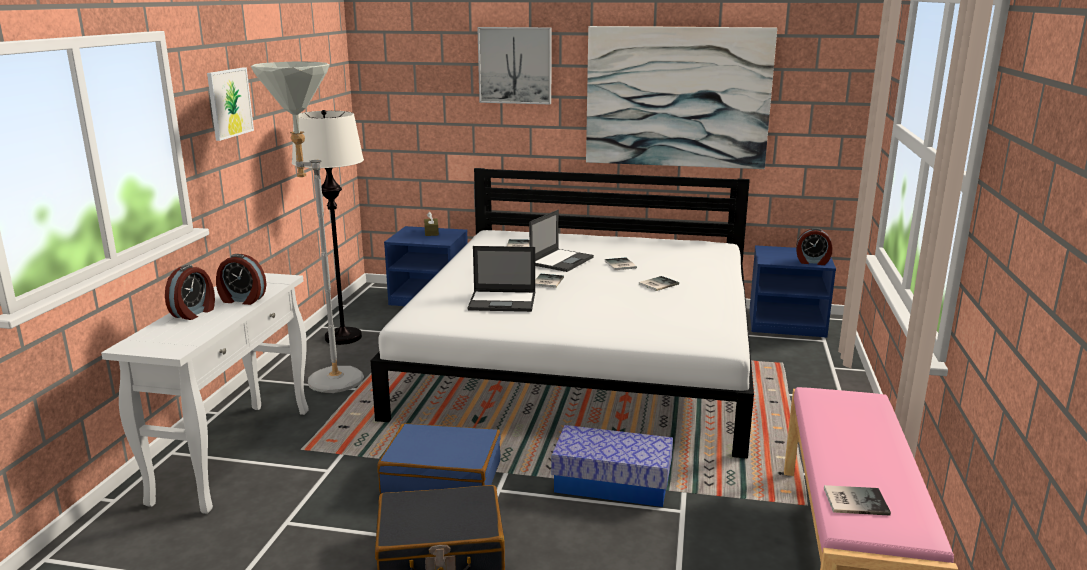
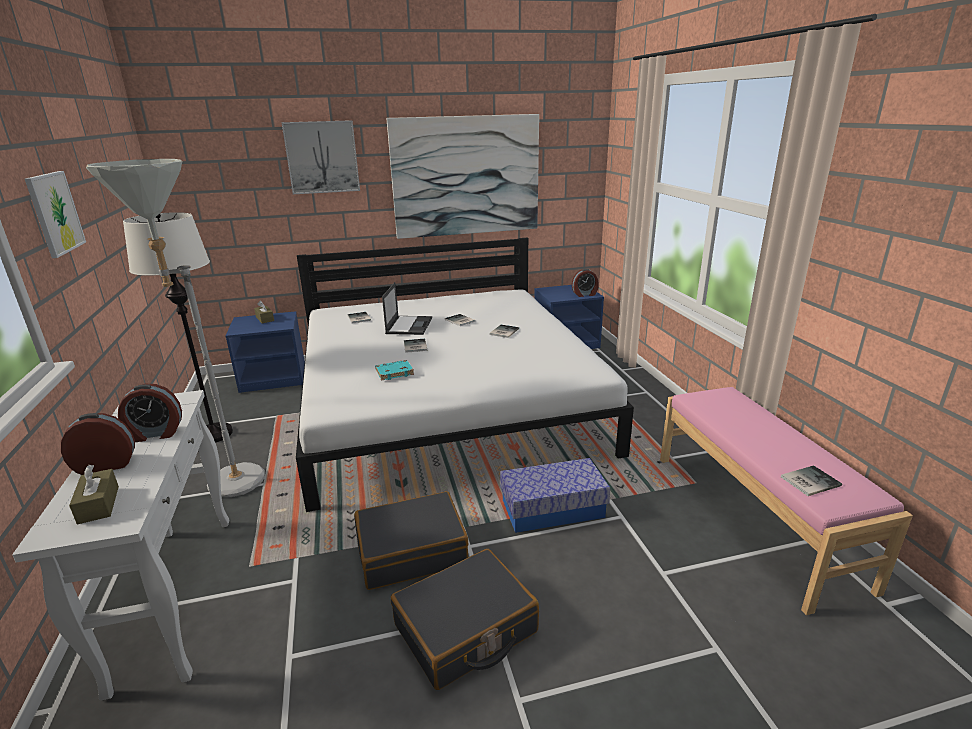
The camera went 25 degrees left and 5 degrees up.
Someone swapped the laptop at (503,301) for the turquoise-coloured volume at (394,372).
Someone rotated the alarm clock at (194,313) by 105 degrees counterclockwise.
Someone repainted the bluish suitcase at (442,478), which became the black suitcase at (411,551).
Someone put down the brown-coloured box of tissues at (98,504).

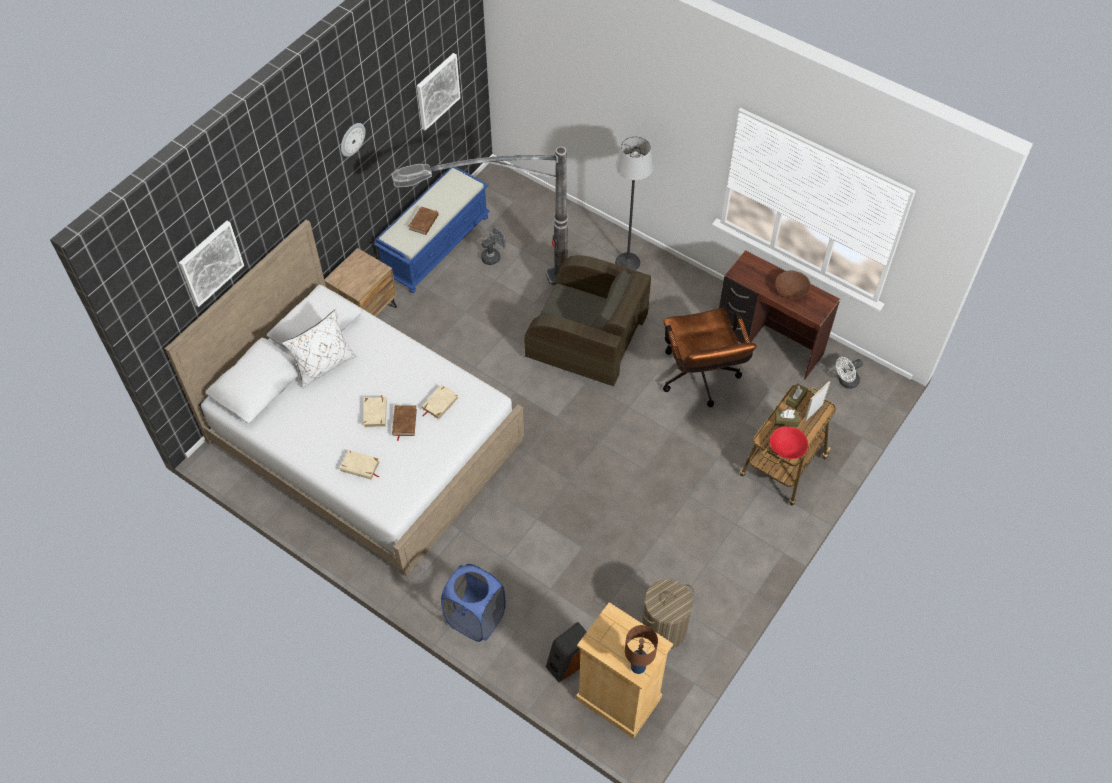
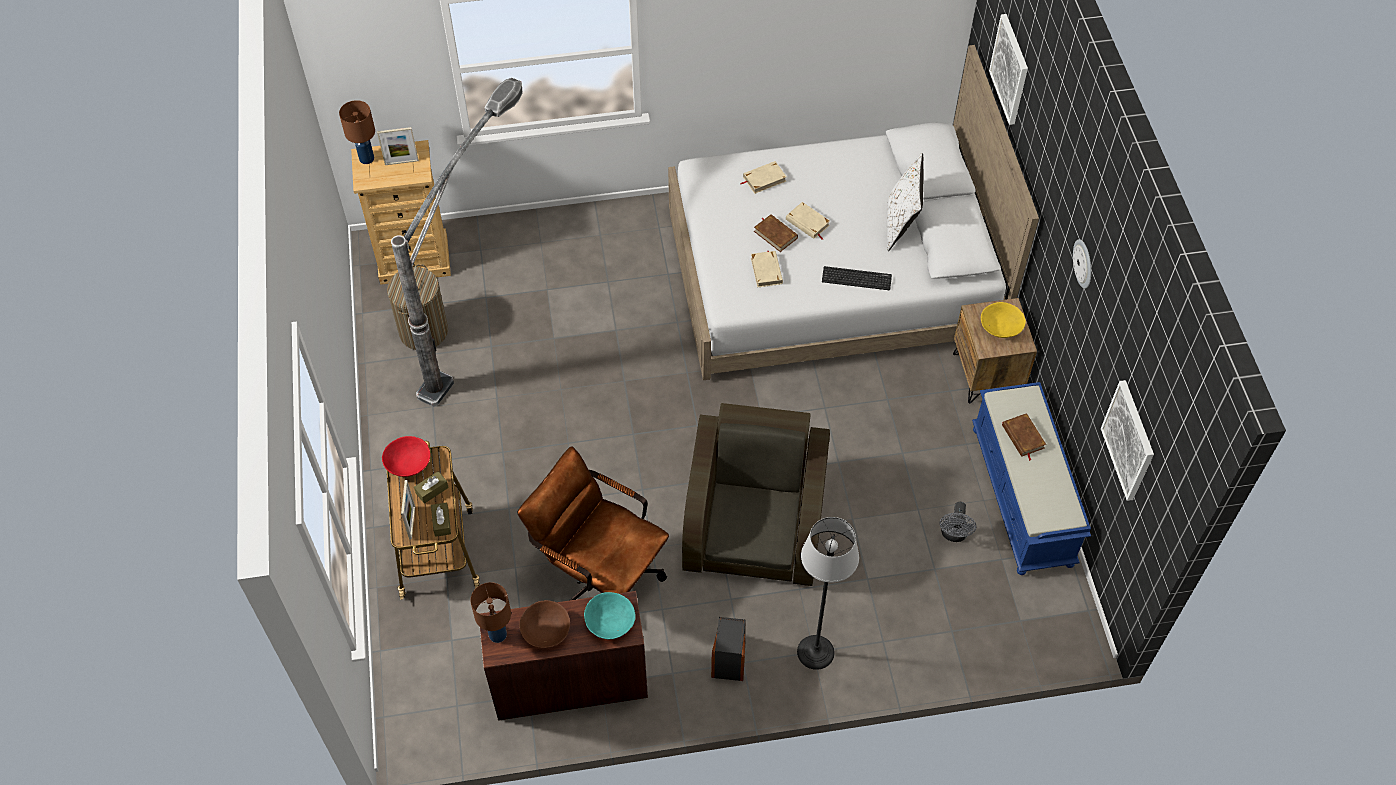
The camera went 135 degrees right and 0 degrees up.
Someone carried the standing lamp from (494,292) to (483,324).
Someone rotated the brown-coloured armchair at (587,340) by 120 degrees clockwise.
Someone took away the whitish electric fan at (845,382).
Someone took away the bluish hamper at (475,618).
Someone carried the loudspeaker from (568,662) to (729,657).
Someone put down the picture frame at (401,162).
Someone put down the computer keyboard at (856,278).
Someone put down the yellow bowl at (1000,328).
Someone put down the brown-coloured lamp for a table at (497,634).
Someone put down the turquoise-coloured bowl at (610,622).

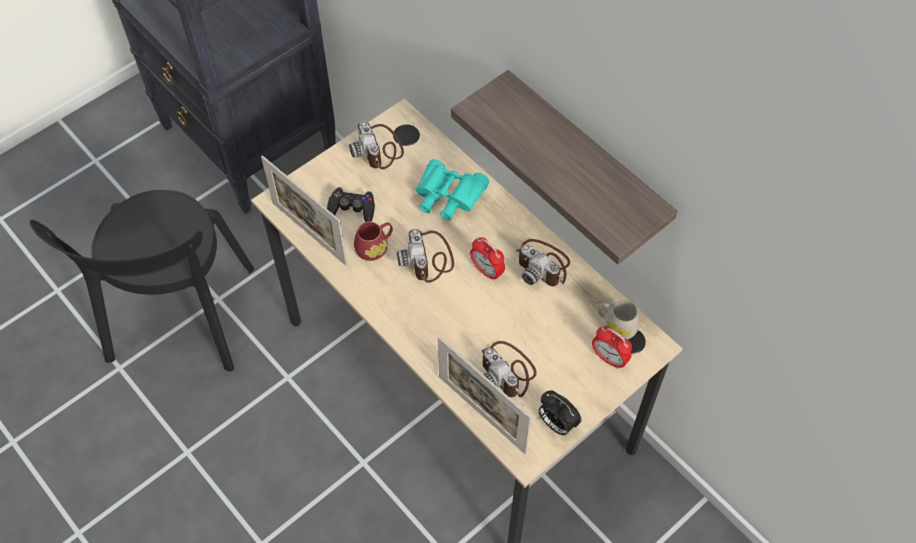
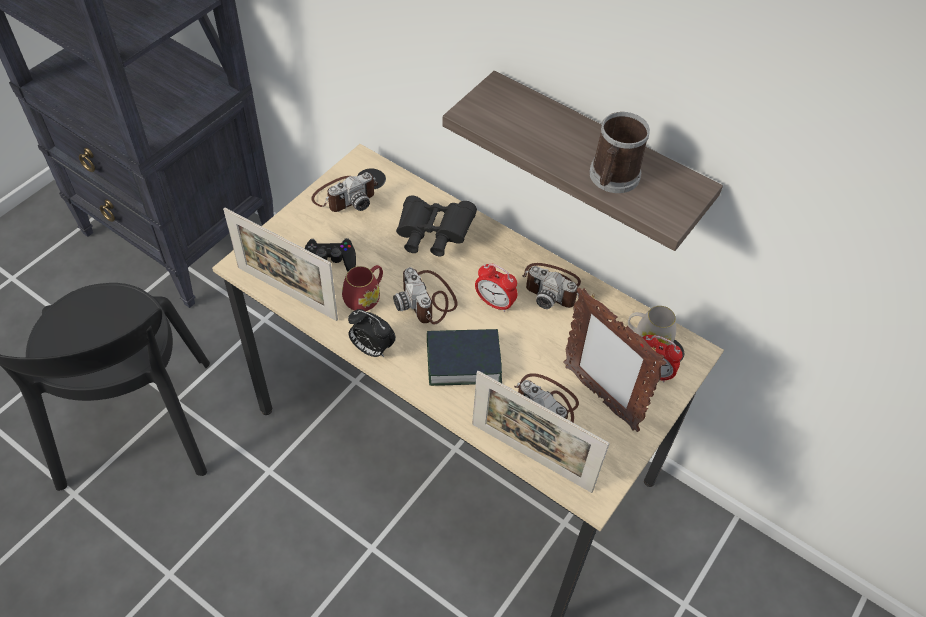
The camera went 15 degrees left and 5 degrees down.
Someone rotated the photo camera at (379,149) by 90 degrees counterclockwise.
Someone repainted the turquoise-coloured pair of binoculars at (448,198), which became the black pair of binoculars at (432,235).
Someone carried the alarm clock from (556,423) to (371,349).
Someone put down the tea mug at (612,178).
Someone put down the picture frame at (599,397).
Someone put down the volume at (463,361).

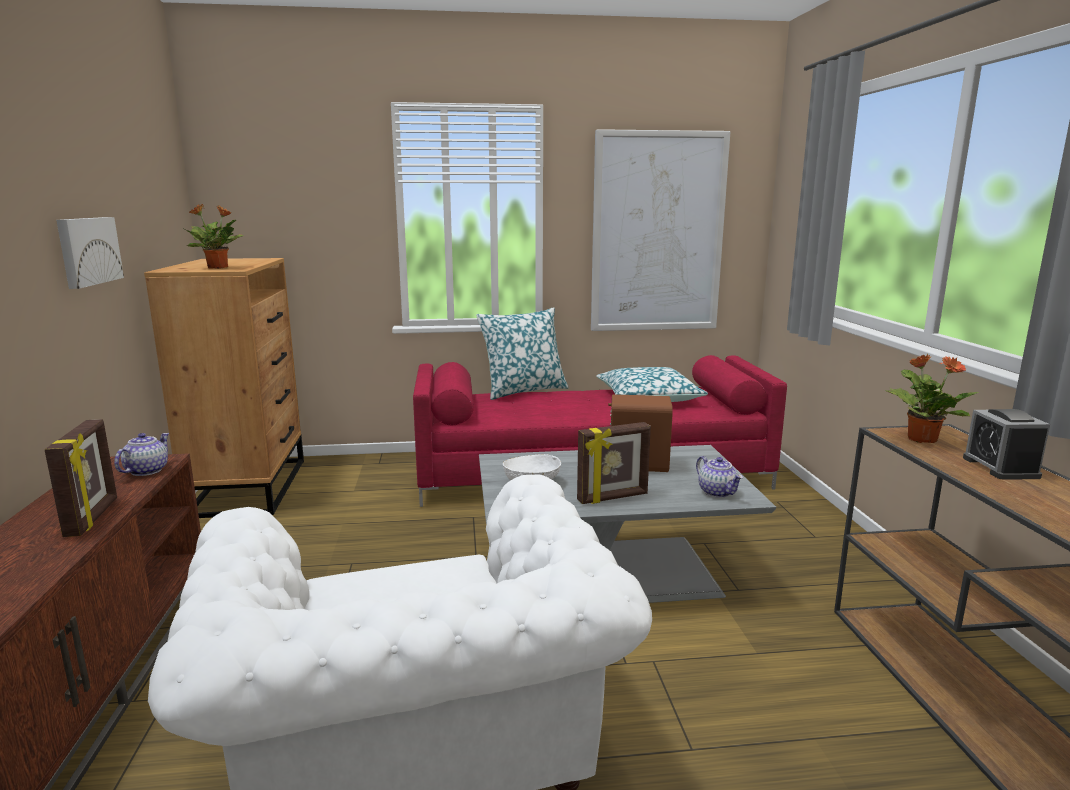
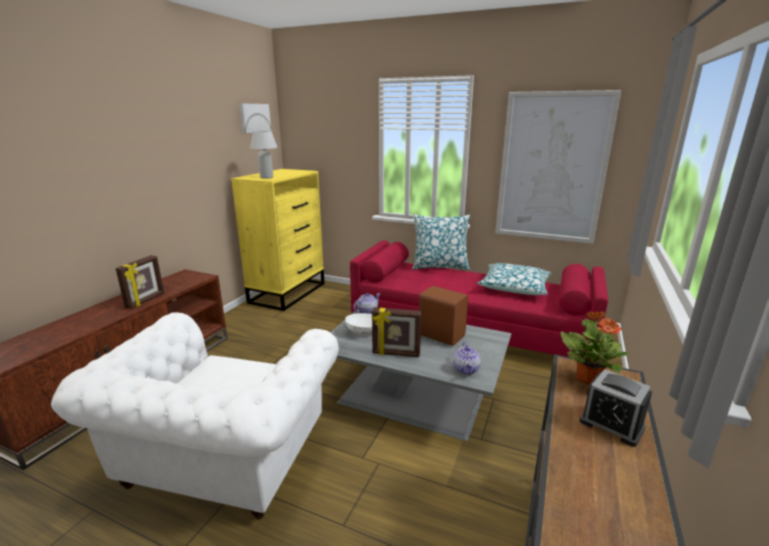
The camera went 30 degrees right and 5 degrees up.
Someone swapped the plant in a pot at (218,268) for the whitish lamp for a table at (266,177).
Someone carried the wall picture from (87,251) to (254,118).
Someone repainted the brown-coloured chest of drawers at (250,486), which became the yellow chest of drawers at (288,293).
Someone rotated the alarm clock at (1000,467) by 75 degrees counterclockwise.
Someone carried the pot for tea from (146,470) to (367,312).

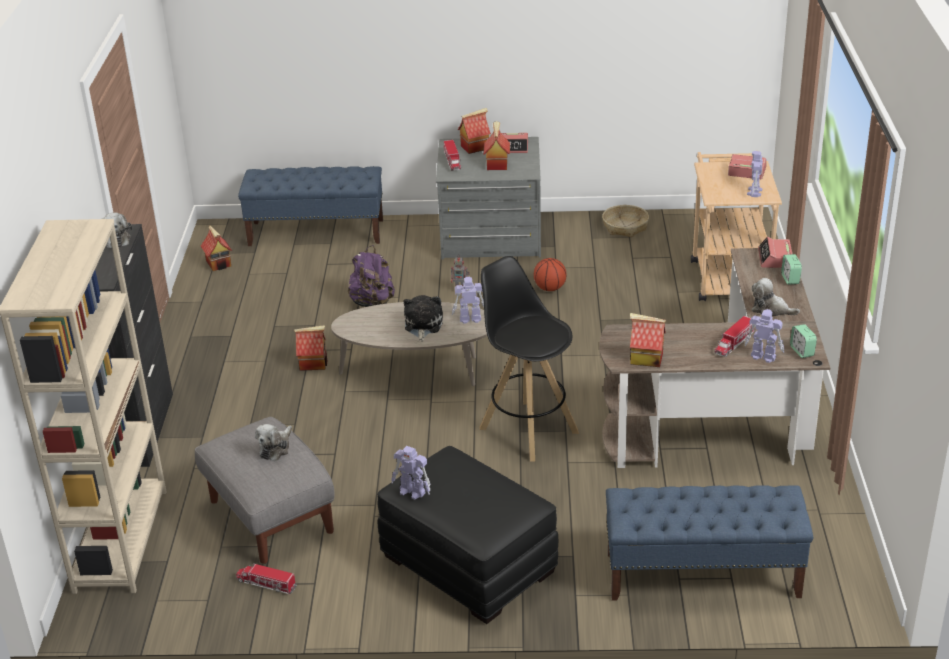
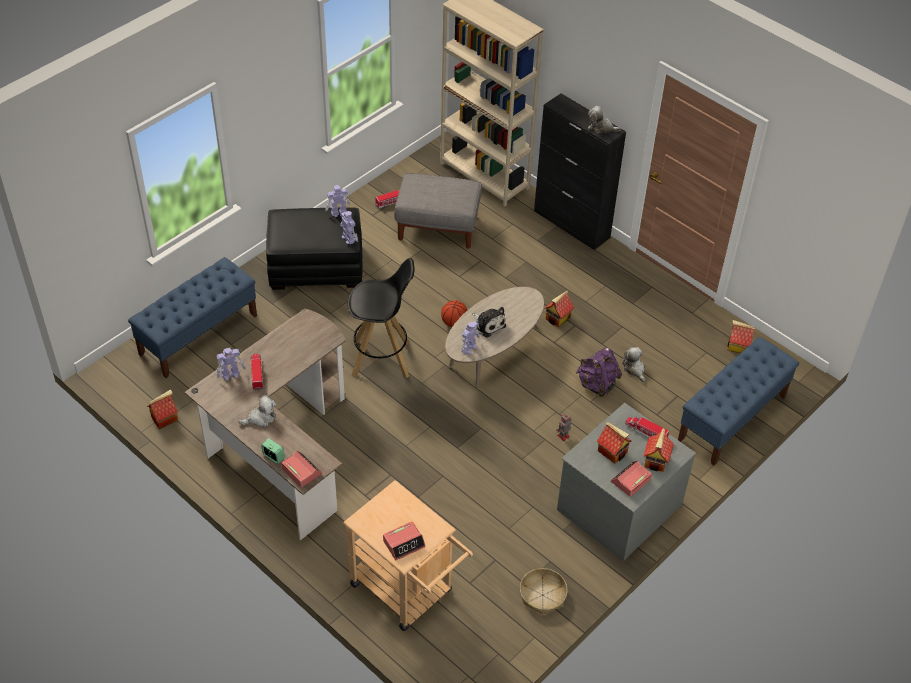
The camera went 130 degrees right and 15 degrees up.
Someone carried the toy robot from (754,192) to (348,238).
Someone carried the ball for basketball from (550,288) to (454,323).
Someone carried the model house from (645,359) to (165,418).
Someone took away the alarm clock at (802,351).
Someone carried the plush toy from (275,448) to (634,369).

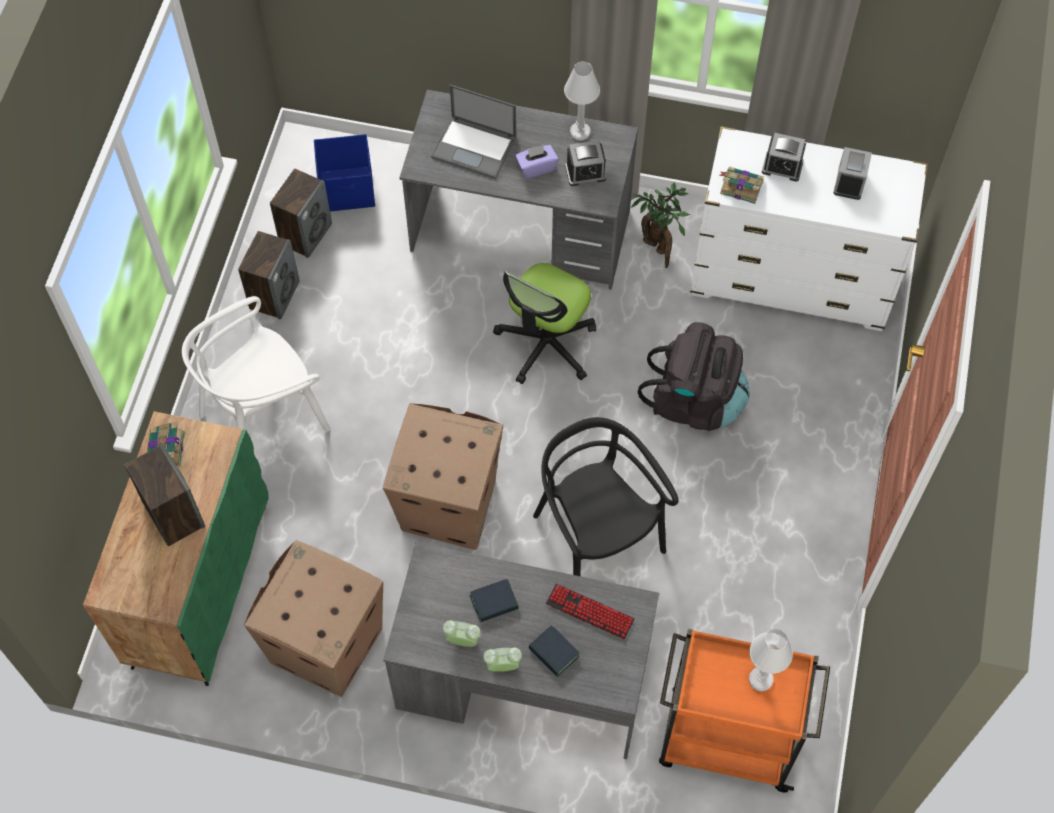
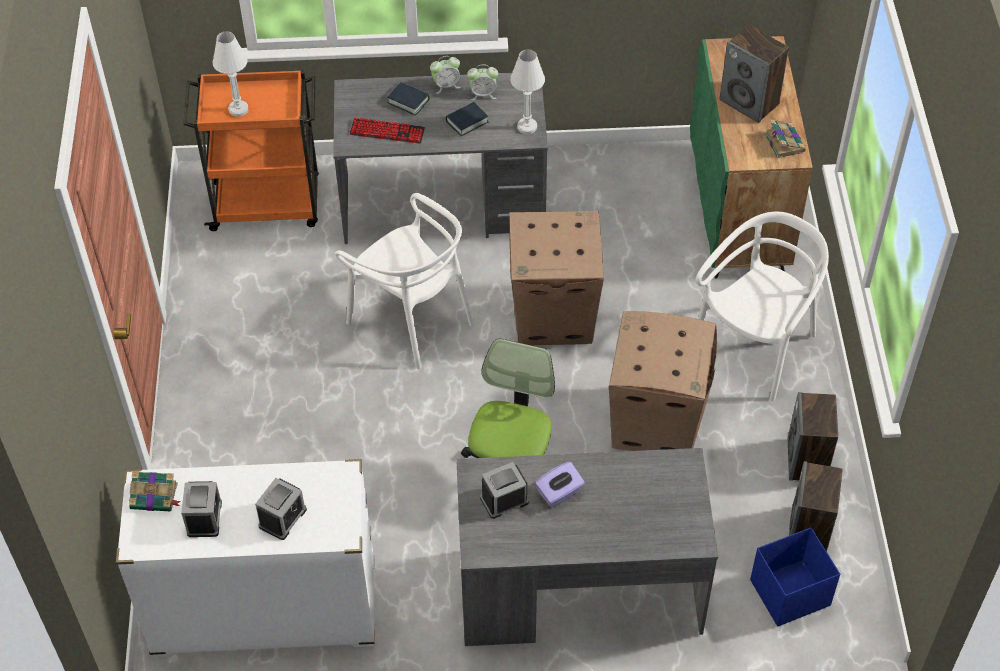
The camera went 165 degrees right and 10 degrees down.
Someone carried the whitish lamp for a table from (580,132) to (527,127).
Someone took away the laptop at (475,147).
Someone rotated the alarm clock at (782,167) by 120 degrees clockwise.
Someone carried the volume from (740,186) to (155,496).
Someone took away the plant in a pot at (657,248).
Someone took away the black rucksack at (694,401).
Someone repainted the black chair at (596,538), which became the whitish chair at (412,320).
Someone carried the carton from (325,647) to (656,421).

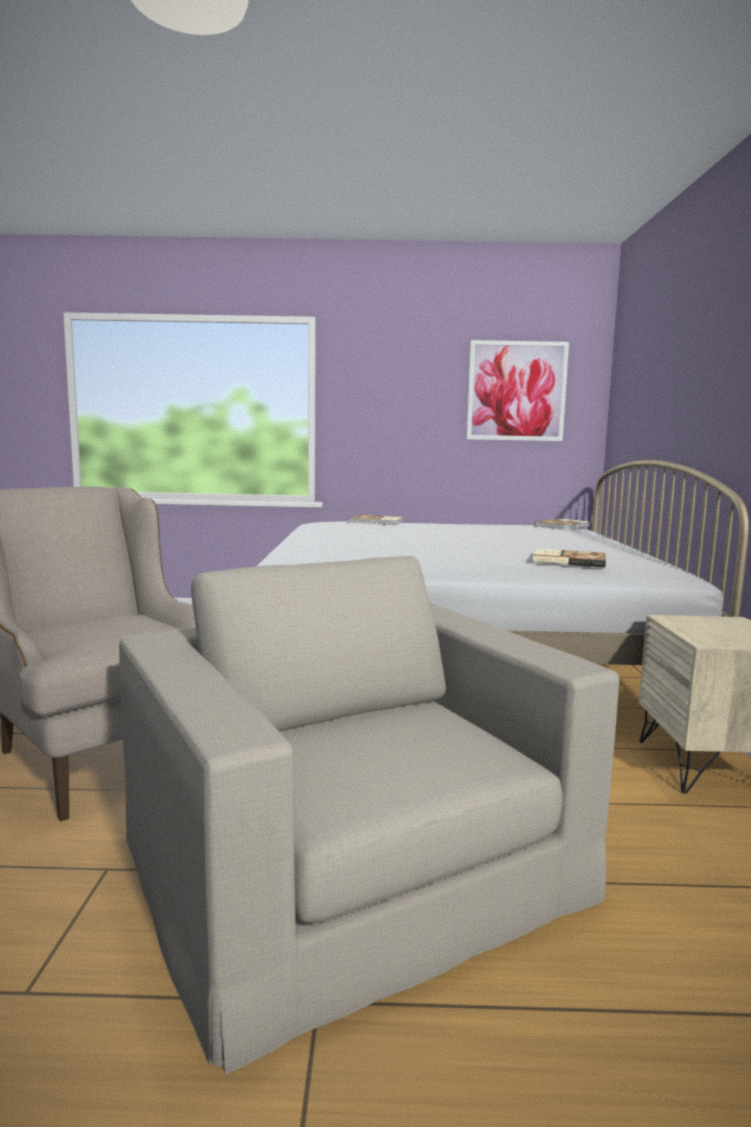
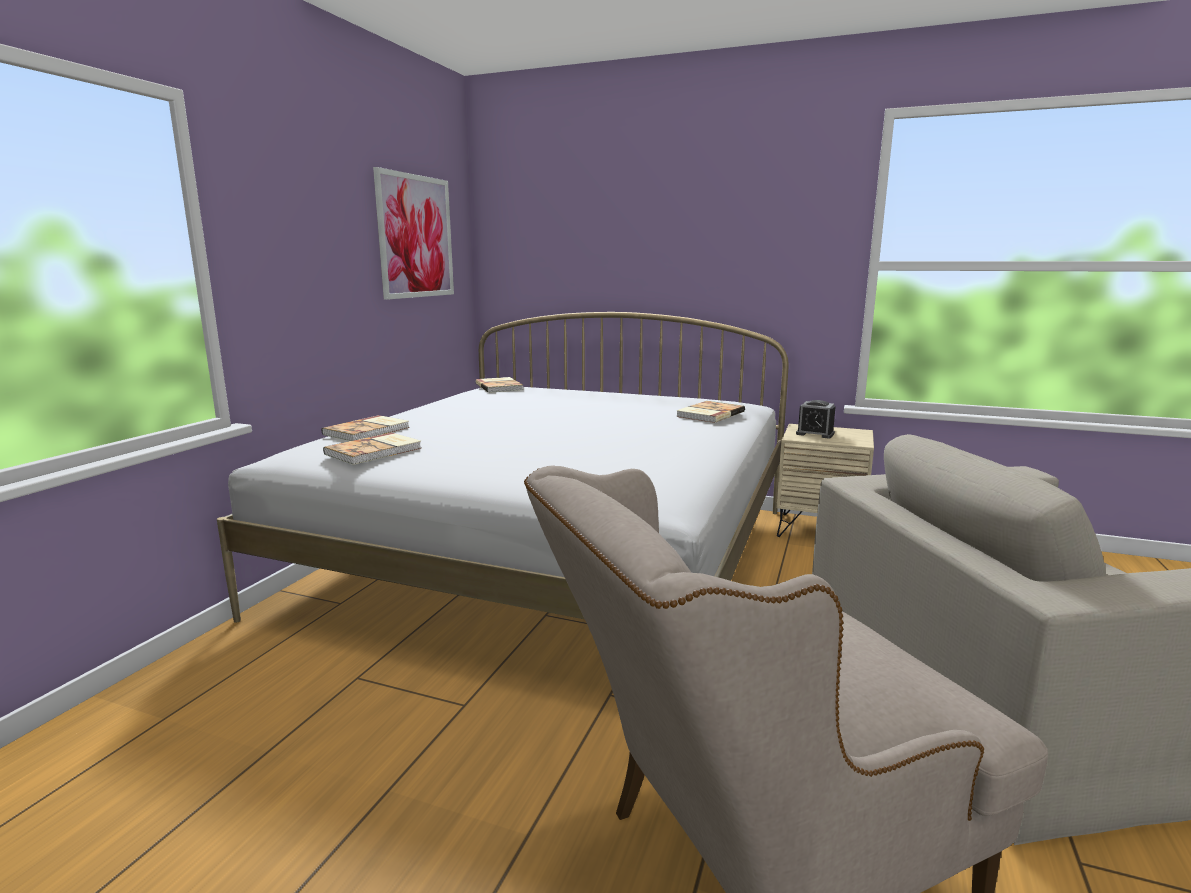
The camera went 70 degrees left and 5 degrees up.
Someone put down the alarm clock at (815,434).
Someone put down the volume at (375,451).

